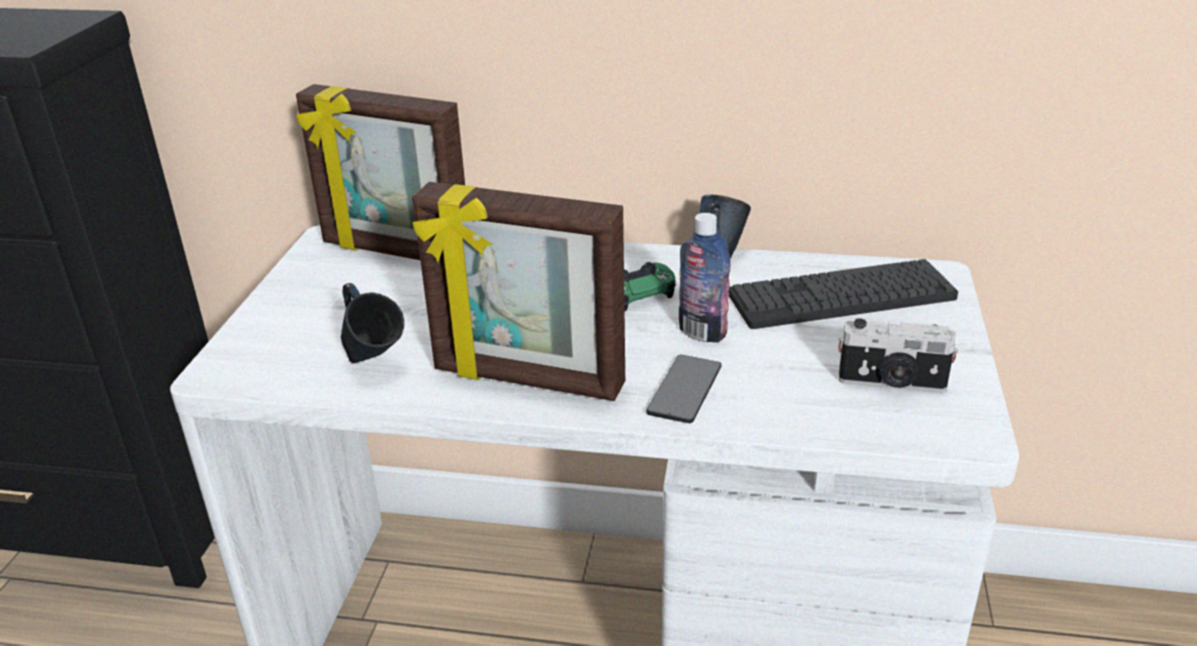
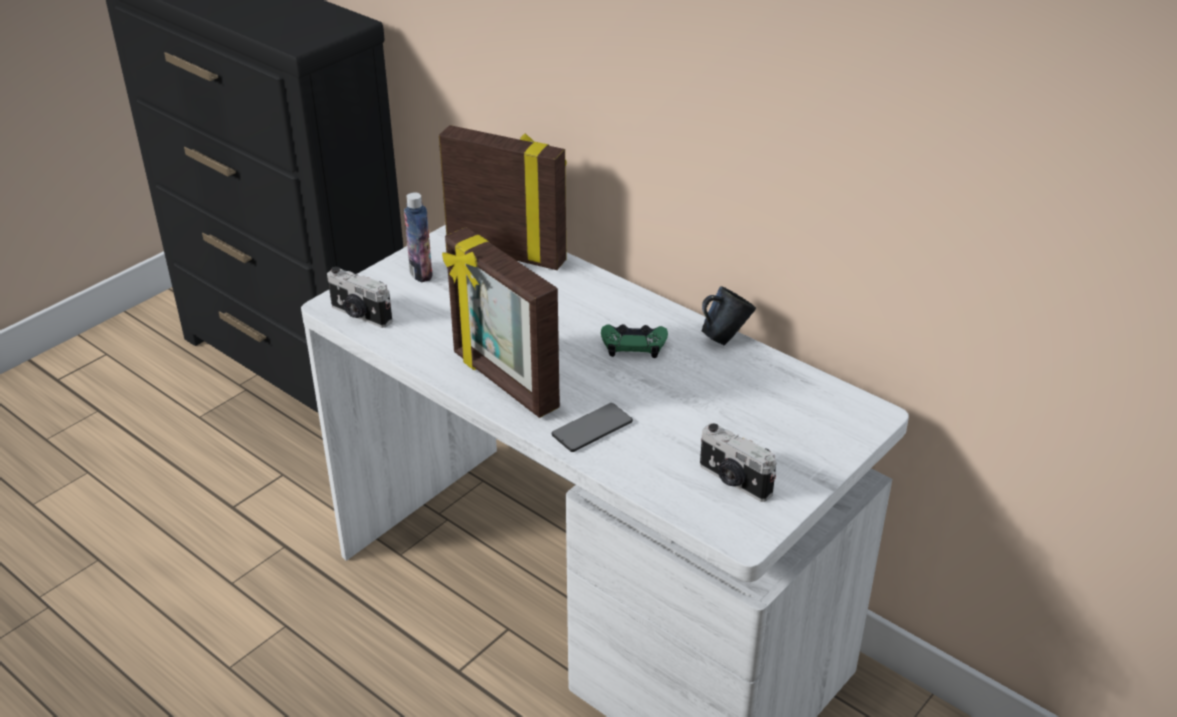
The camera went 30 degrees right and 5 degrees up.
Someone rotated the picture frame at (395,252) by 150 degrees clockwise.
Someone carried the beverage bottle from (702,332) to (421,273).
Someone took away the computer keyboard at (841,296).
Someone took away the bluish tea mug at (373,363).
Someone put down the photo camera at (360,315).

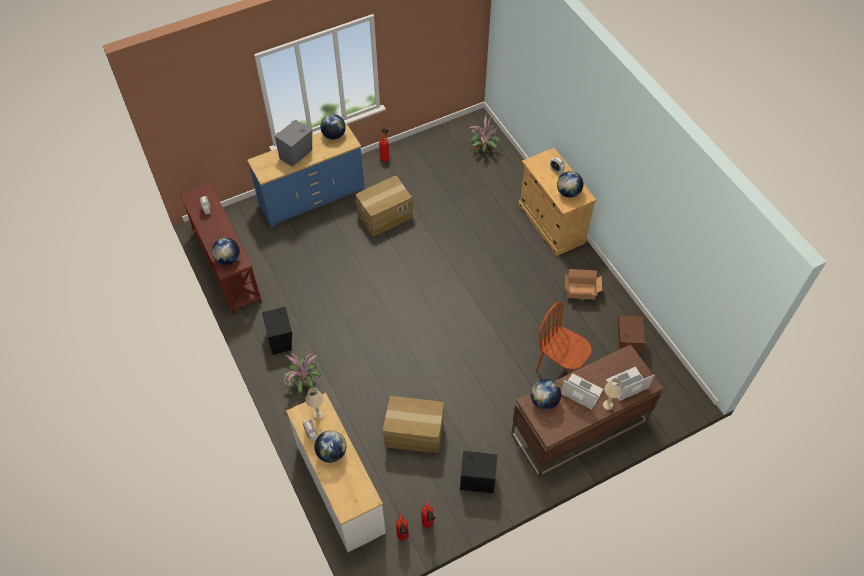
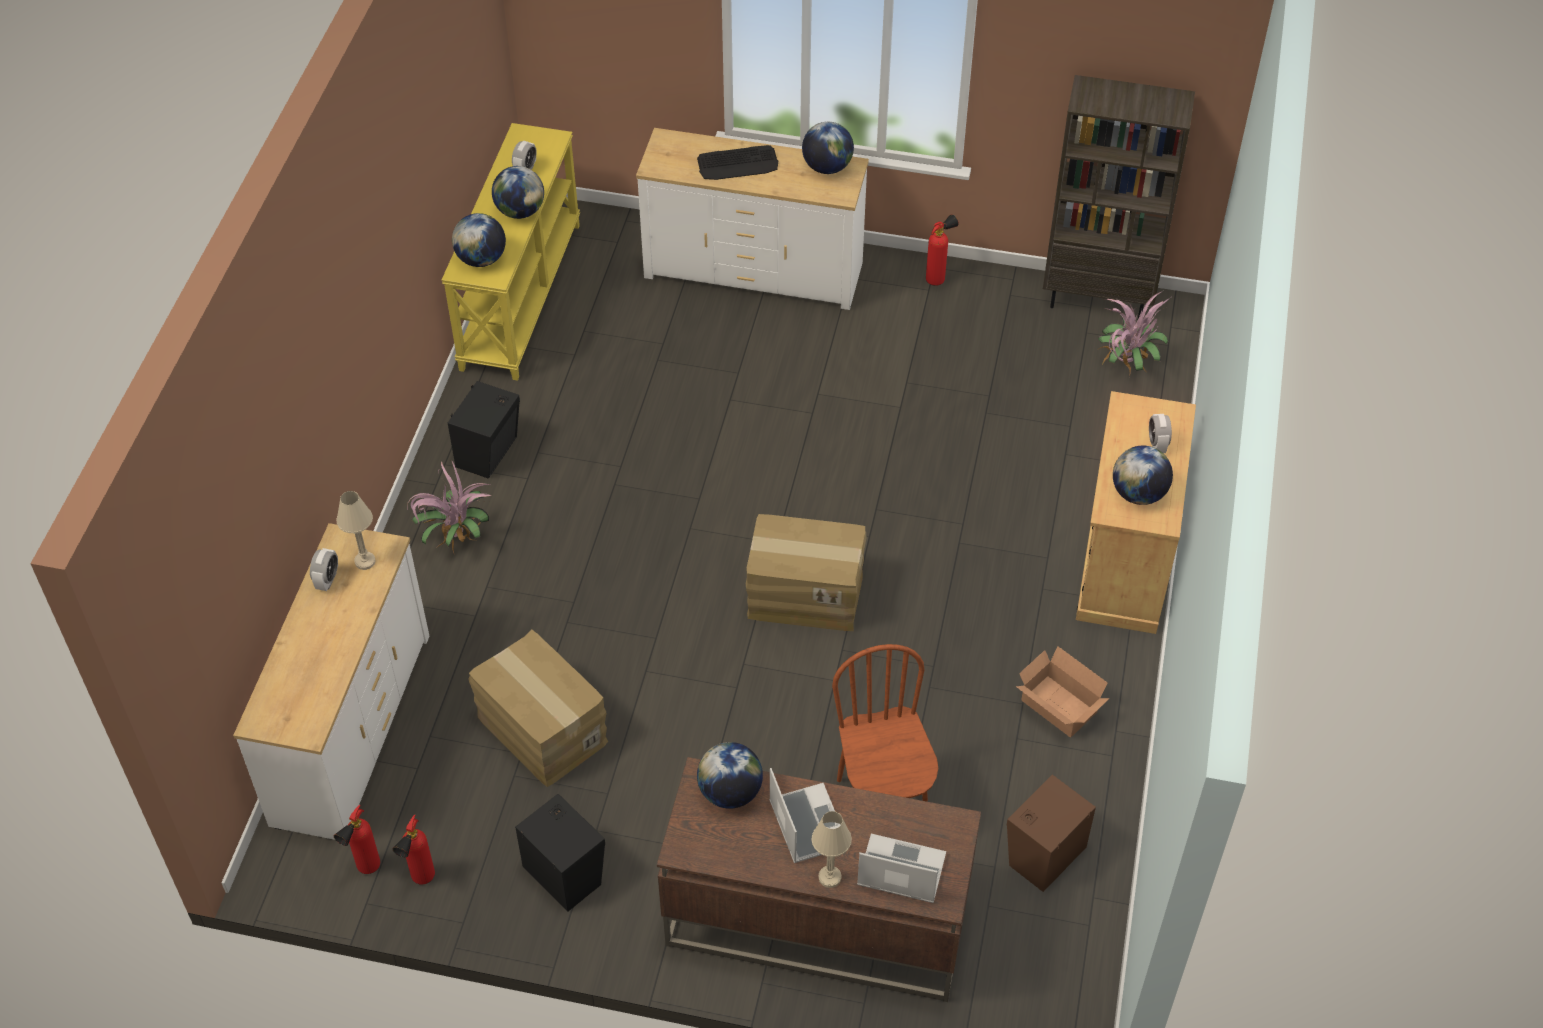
The camera went 40 degrees right and 5 degrees down.
Someone swapped the greyish loudspeaker at (297,154) for the computer keyboard at (738,164).
Someone repainted the bluish chest of drawers at (312,197), which became the whitish chest of drawers at (753,270).
Someone carried the carton from (385,215) to (805,594).
Someone repainted the brown-coloured hall table at (226,267), which became the yellow hall table at (519,295).
Someone carried the desk globe from (331,452) to (520,211).
Someone put down the brown-coloured bookshelf at (1098,298).

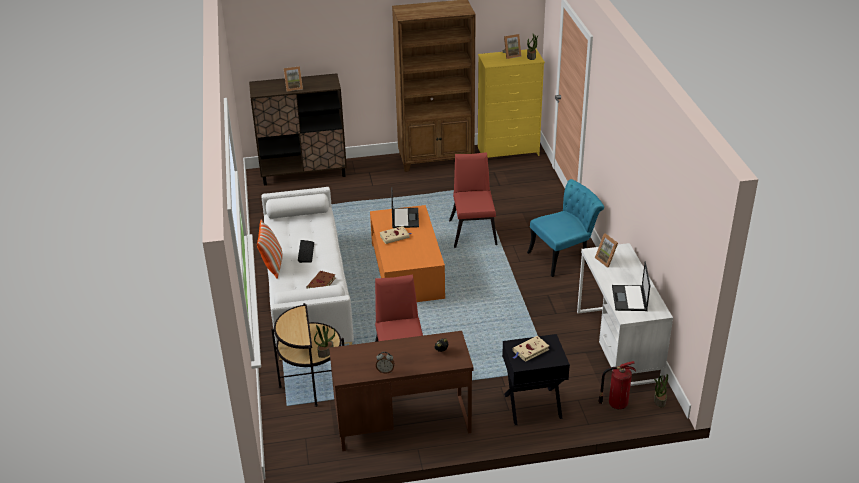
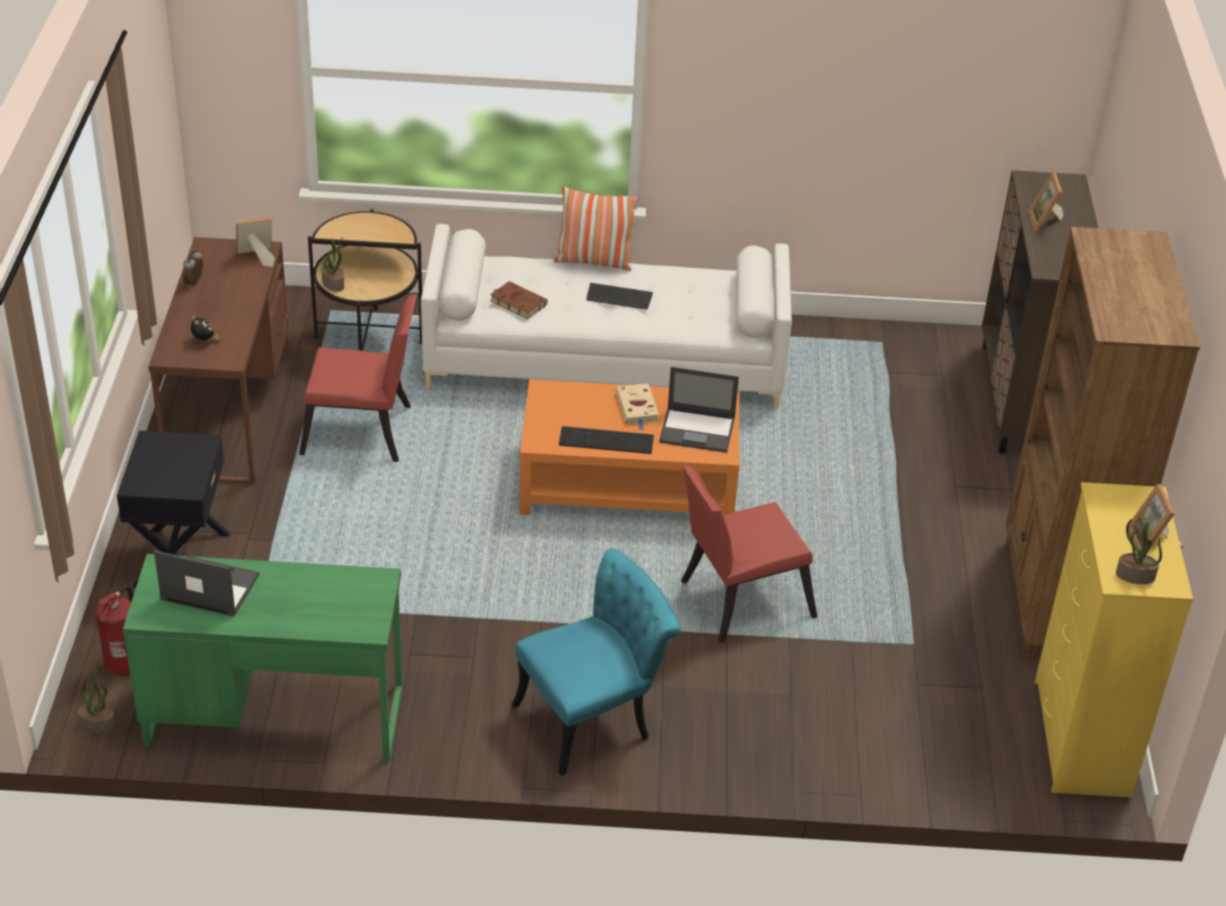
The camera went 100 degrees right and 5 degrees up.
Someone rotated the red chair at (473,230) by 150 degrees clockwise.
Someone rotated the turquoise-coloured chair at (564,256) by 105 degrees counterclockwise.
Someone carried the picture frame from (607,260) to (256,257).
Someone repainted the whitish desk table at (617,345), which became the greenish desk table at (274,714).
Someone took away the beige-coloured volume at (530,351).
Someone put down the computer keyboard at (607,439).

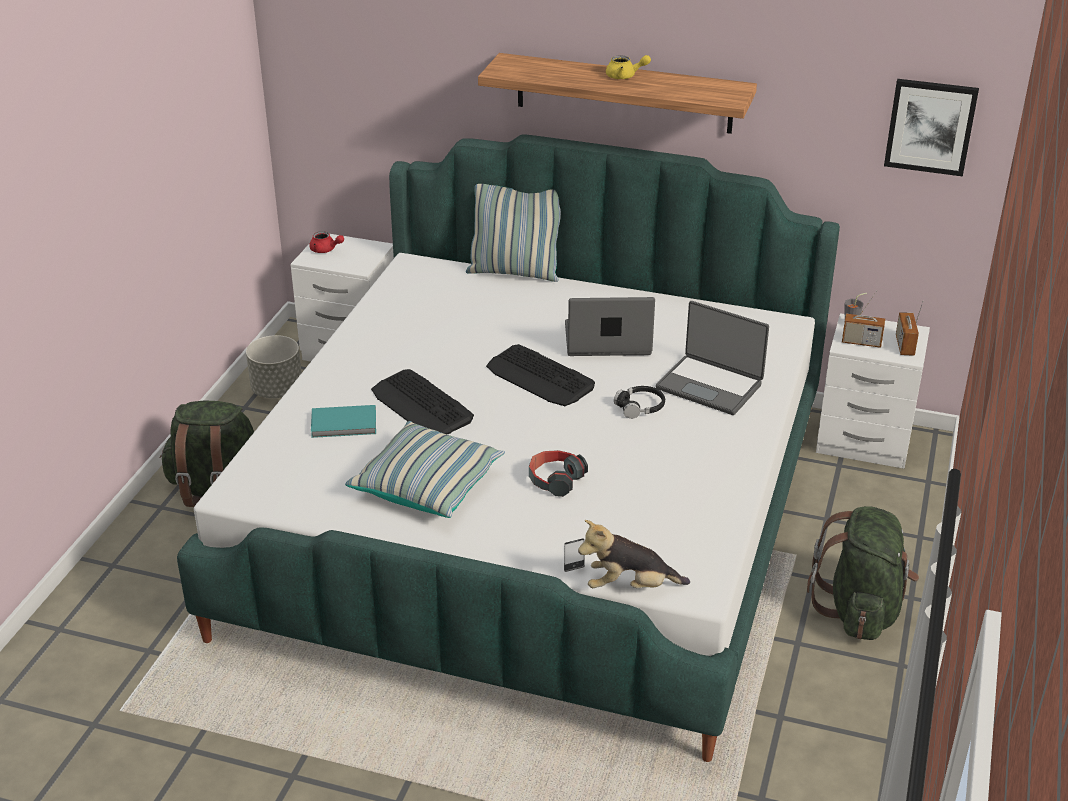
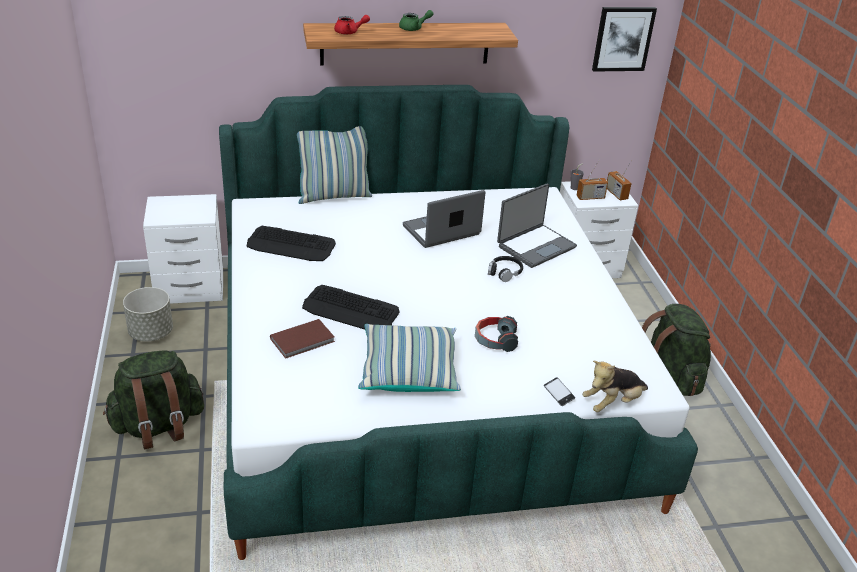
The camera went 30 degrees left and 0 degrees up.
Someone repainted the yellow pot for tea at (625,76), which became the greenish pot for tea at (414,28).
Someone carried the red pot for tea from (325,250) to (349,32).
Someone rotated the laptop at (710,385) by 45 degrees counterclockwise.
Someone carried the computer keyboard from (540,377) to (291,245).
Someone repainted the turquoise-coloured volume at (344,424), which became the brown-coloured volume at (303,341).

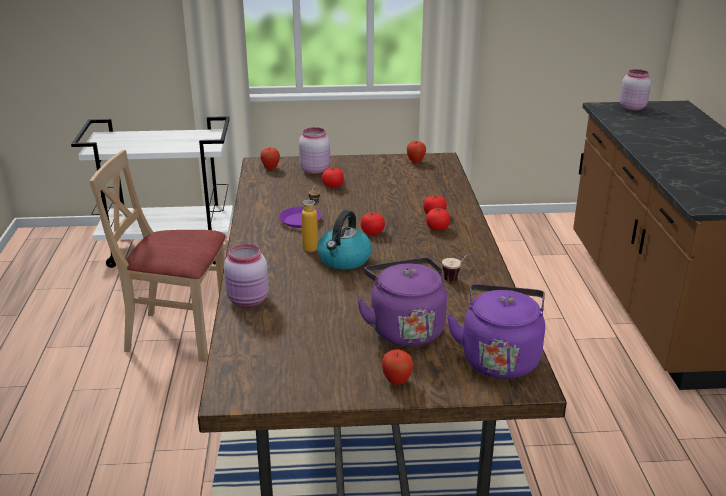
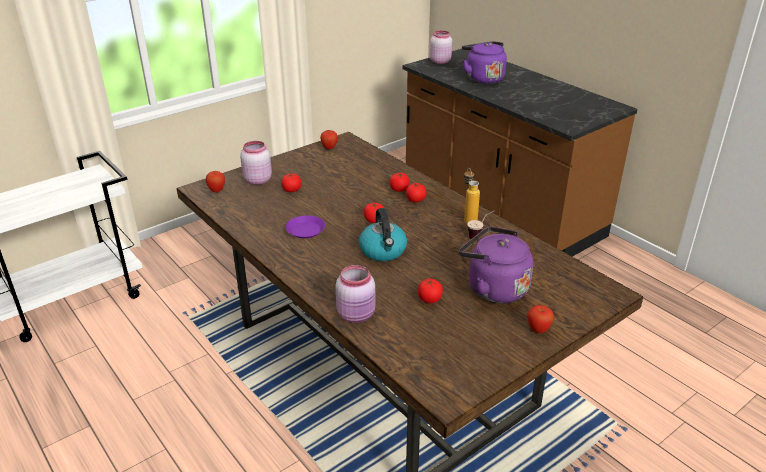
The camera went 35 degrees left and 5 degrees up.
Someone took away the beige-coloured chair at (178,334).
Someone carried the beverage bottle from (312,246) to (468,218).
Someone carried the purple-coloured kettle from (499,358) to (483,78).
Someone put down the whole tomato at (429,299).

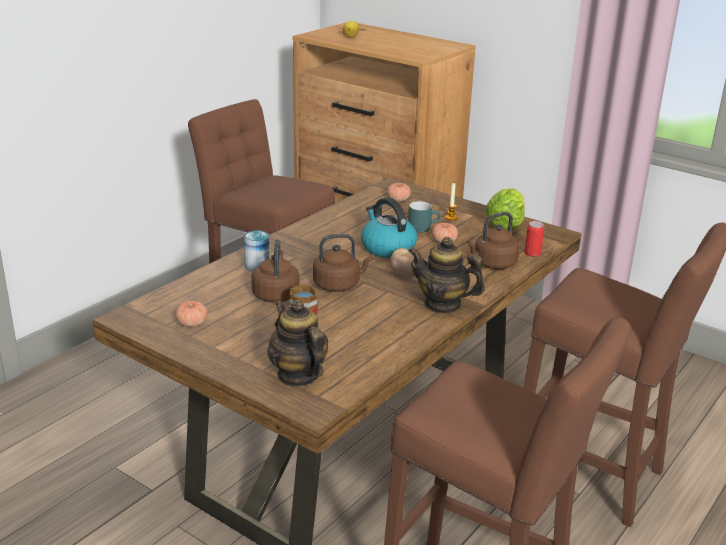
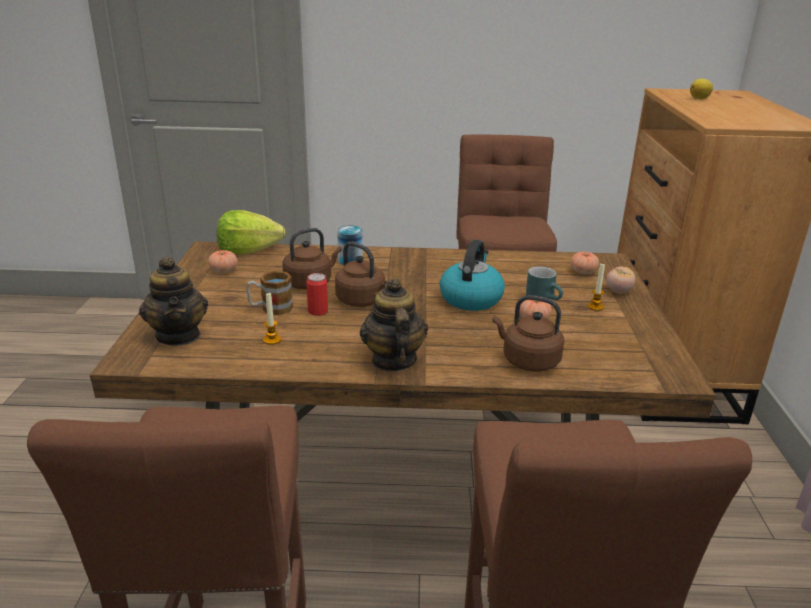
The camera went 55 degrees right and 0 degrees up.
Someone carried the head of lettuce from (506,224) to (248,251).
Someone carried the can from (532,253) to (318,311).
Someone carried the whole tomato from (403,272) to (618,291).
Someone rotated the pot for tea at (298,375) by 135 degrees clockwise.
Someone put down the candle at (272,340).

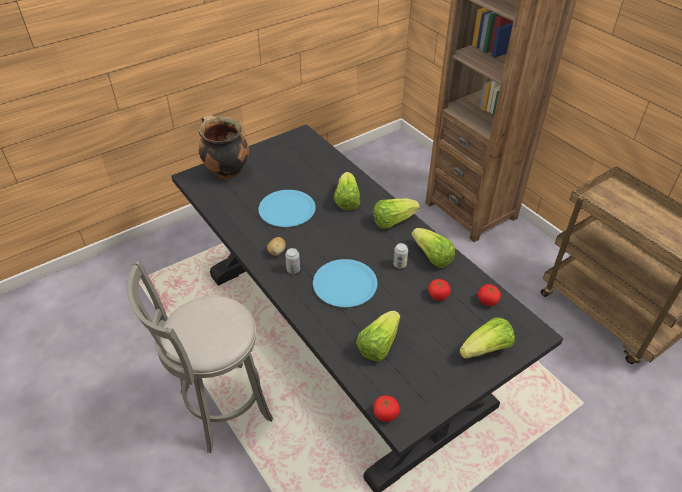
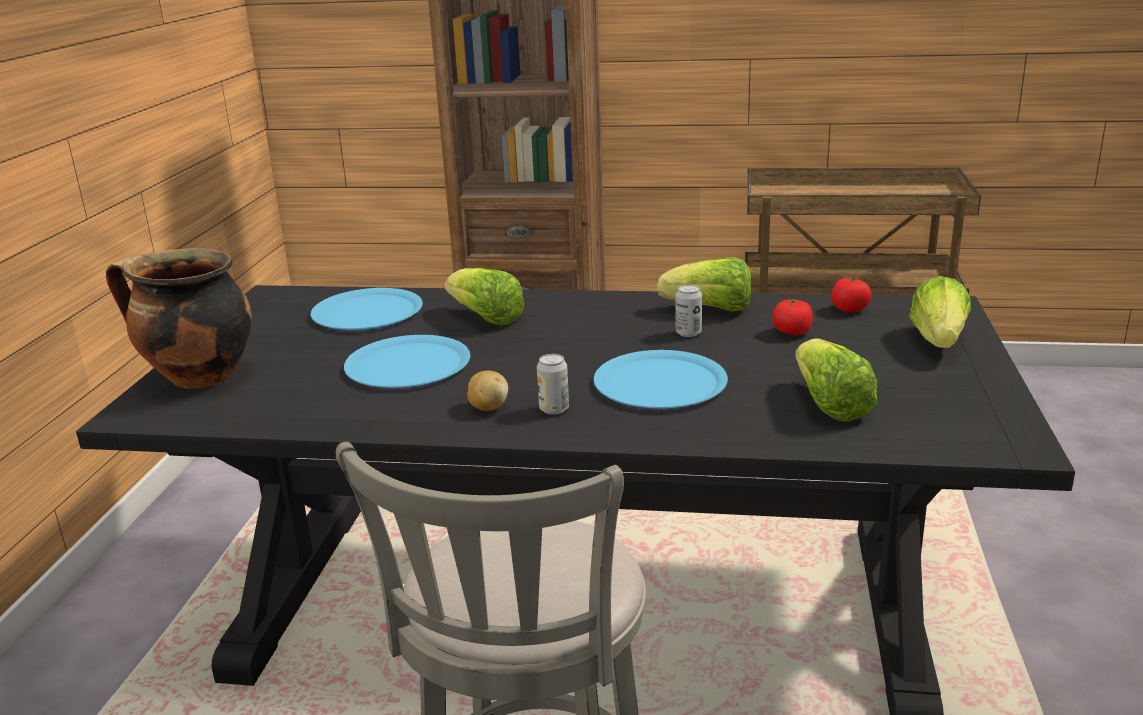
The camera went 45 degrees left and 20 degrees down.
Someone took away the head of lettuce at (393,221).
Someone took away the whole tomato at (385,414).
Someone put down the bluish plate at (367,312).

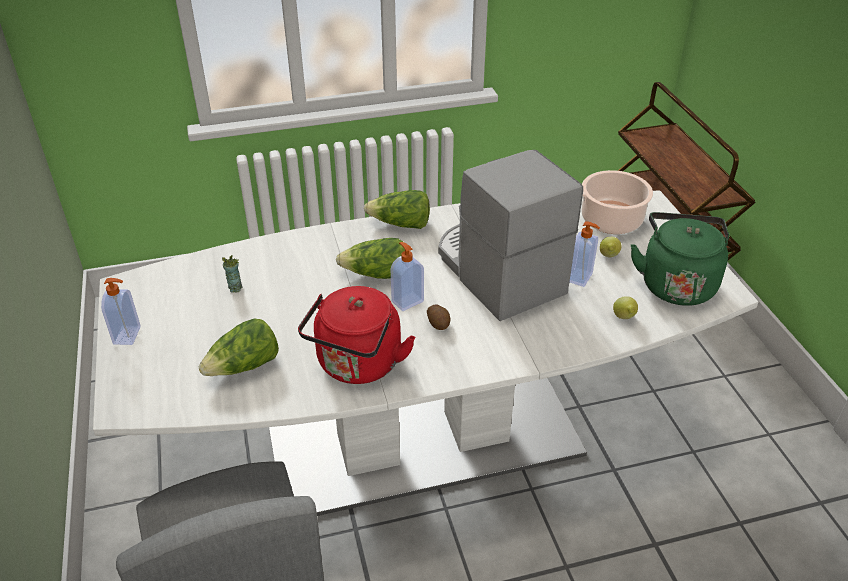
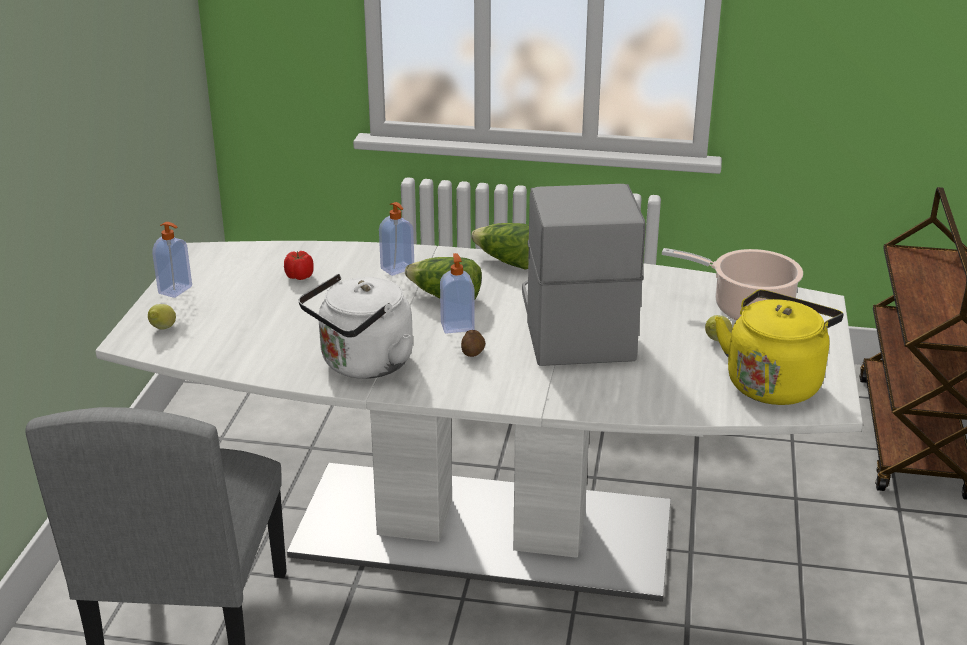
The camera went 25 degrees right and 10 degrees down.
Someone repainted the greenish kettle at (676,283), which became the yellow kettle at (774,382).
Someone carried the soap dispenser from (580,278) to (398,269).
Someone swapped the drinking cup at (235,288) for the whole tomato at (299,277).
Someone repainted the red kettle at (358,366), which became the whitish kettle at (363,365).
Someone carried the citrus fruit from (624,318) to (162,329).
Someone took away the head of lettuce at (244,366).

